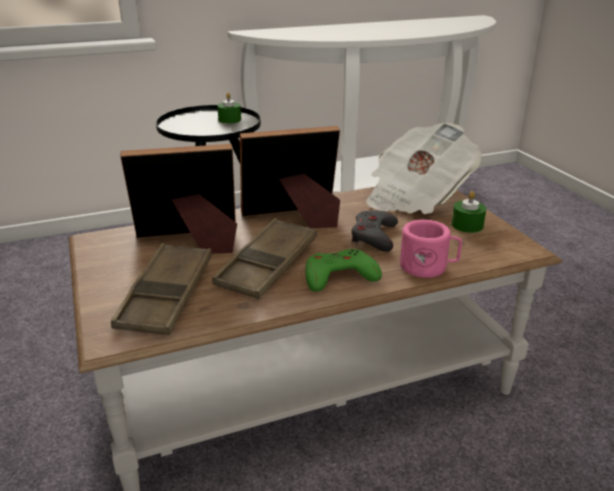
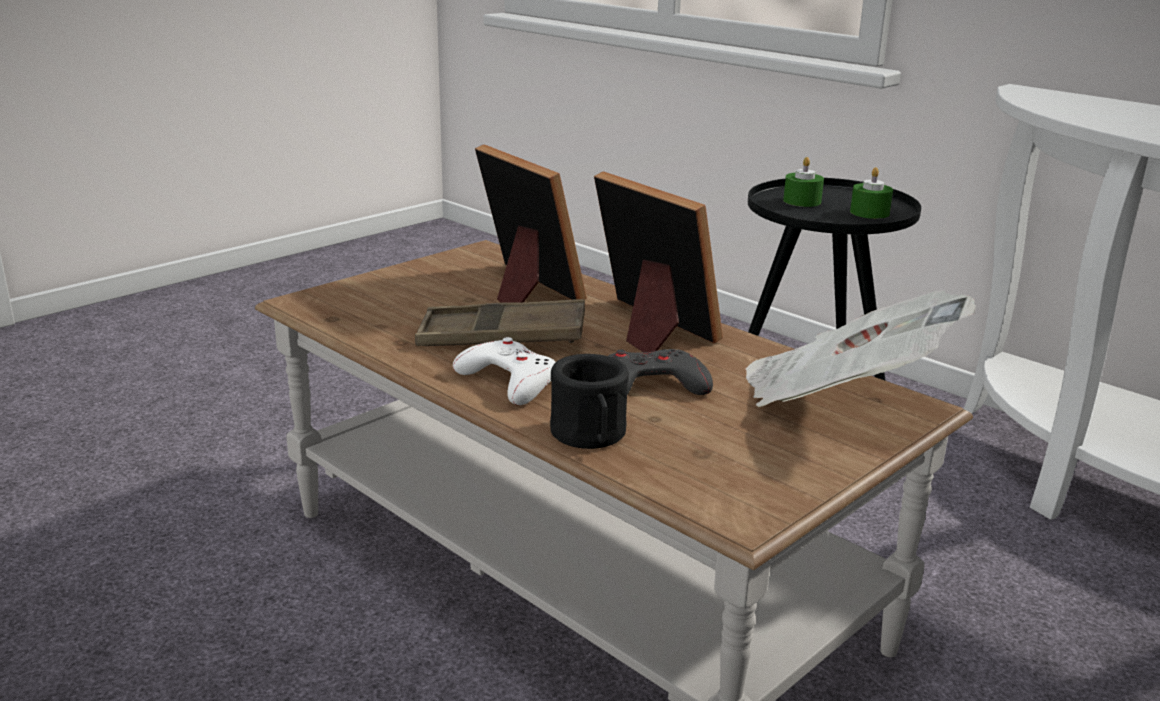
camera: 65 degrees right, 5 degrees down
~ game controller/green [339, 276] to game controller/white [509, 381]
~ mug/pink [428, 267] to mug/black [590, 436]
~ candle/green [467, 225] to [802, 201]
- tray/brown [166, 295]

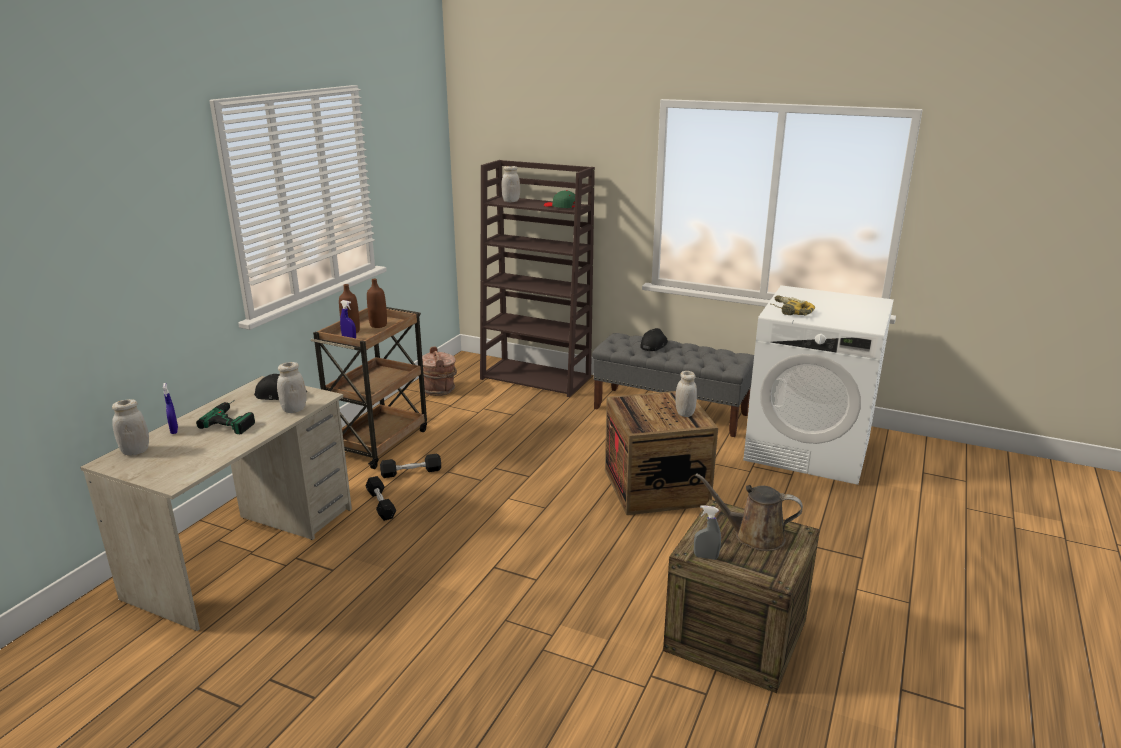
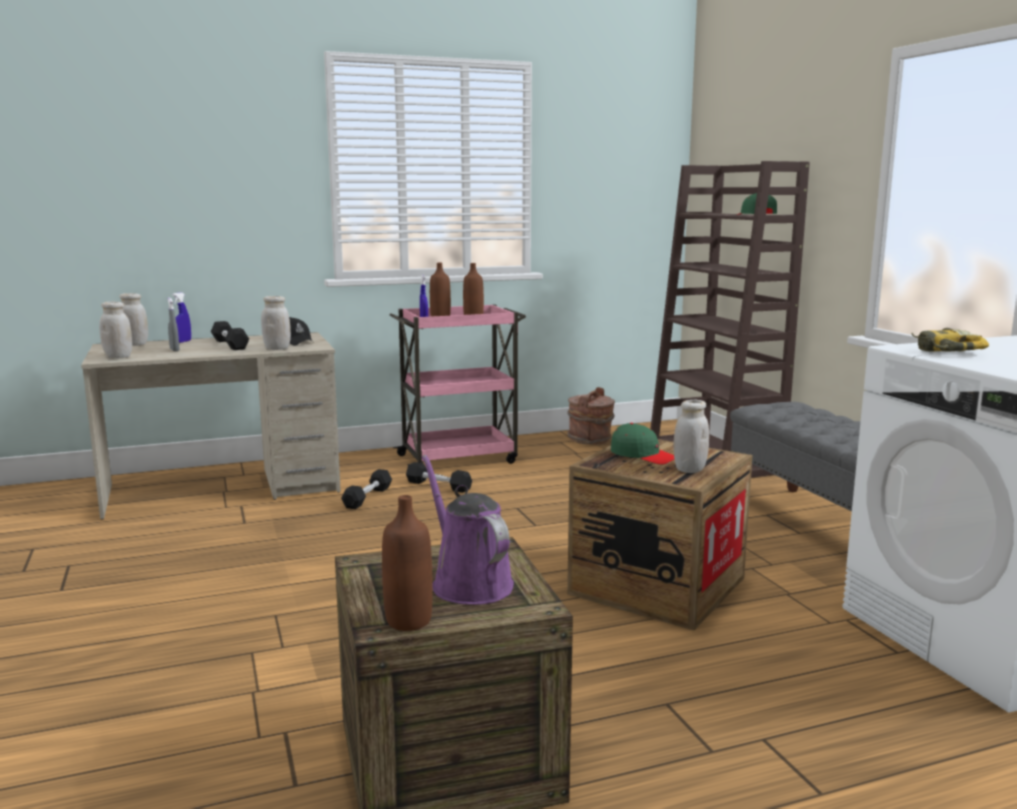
camera: 45 degrees right, 10 degrees down
~ jar/white [511, 201] to [118, 357]
~ spray bottle/grey [706, 557] to [174, 350]
~ power drill [235, 419] to dumbbell/black [230, 344]
+ bottle/brown [408, 621]
~ cart/brown [380, 442] to cart/pink [459, 459]
~ watering can/brown [754, 536] to watering can/purple [468, 583]
+ cap/green [642, 455]
- cap/black [654, 345]

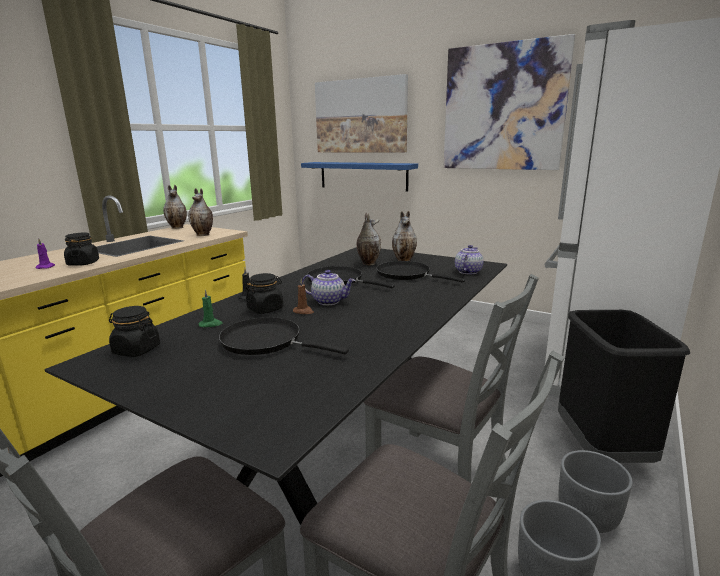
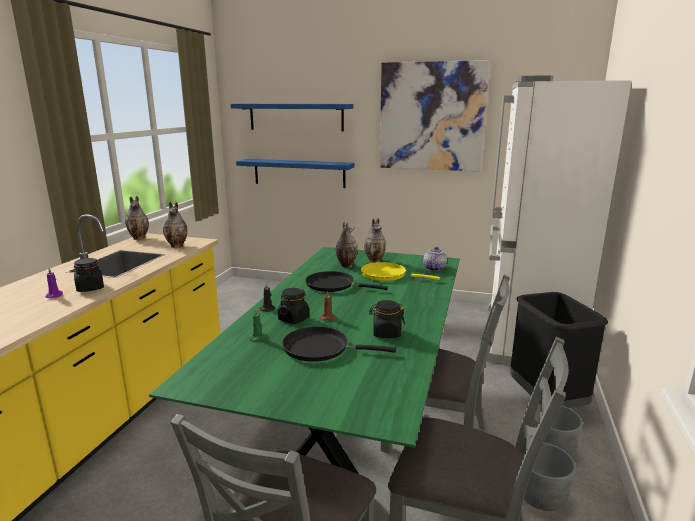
camera: 15 degrees left, 0 degrees up
~ dining table/black [344, 444] to dining table/green [350, 427]
~ picture [360, 116] to shelf/blue [296, 117]
~ frying pan/black [407, 274] to frying pan/yellow [387, 275]
~ jar/black [136, 350] to [386, 333]
- teapot [329, 301]

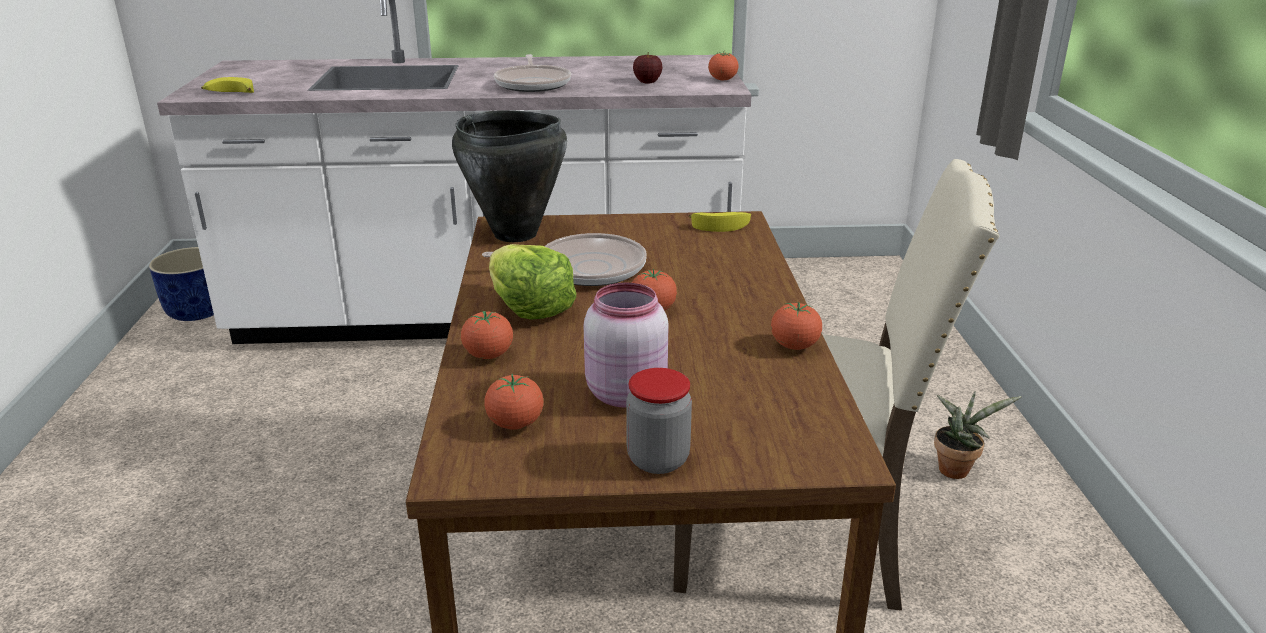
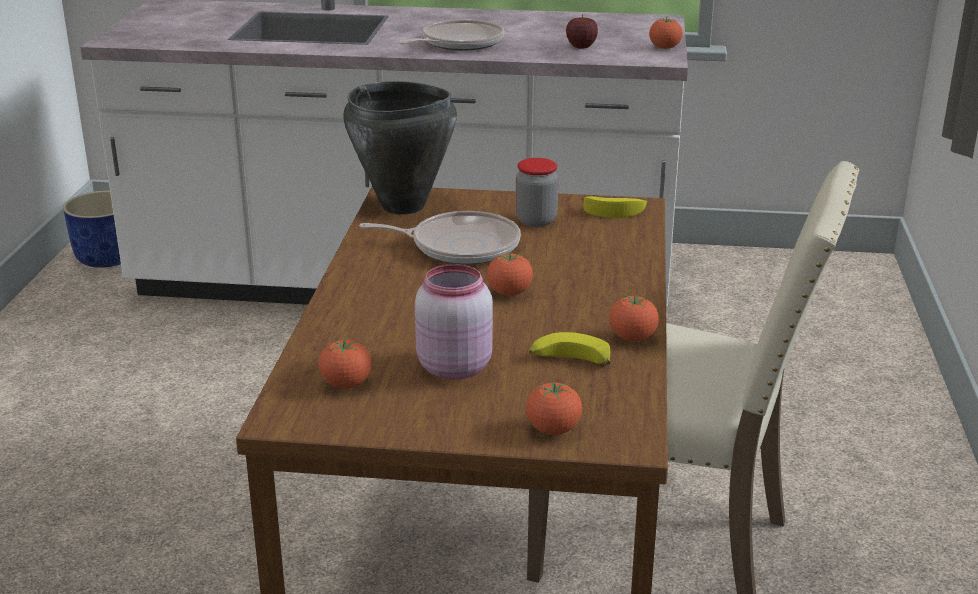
camera: 10 degrees right, 0 degrees up
~ frying pan [533, 84] = [459, 43] 135 degrees counterclockwise
~ jar [658, 460] to [536, 220]
~ tomato [488, 355] to [553, 430]
~ banana [229, 93] to [569, 361]
- lettuce [529, 308]
- potted plant [956, 469]

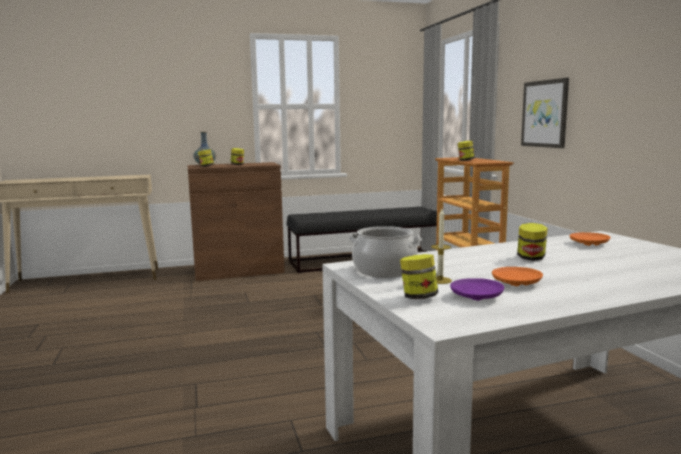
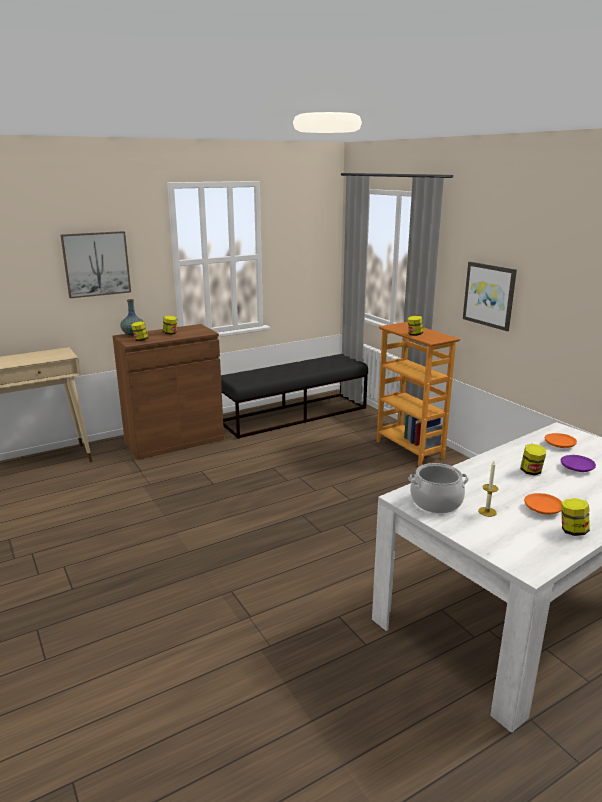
camera: 15 degrees left, 10 degrees up
+ picture [96, 264]
~ plate/purple [476, 297] to [576, 468]
~ jar [418, 297] to [572, 531]

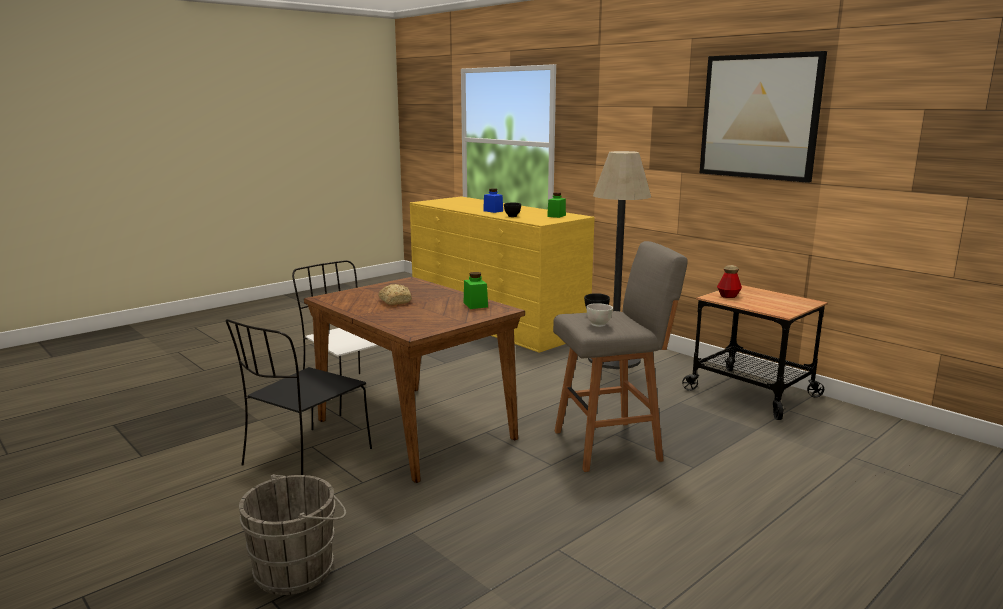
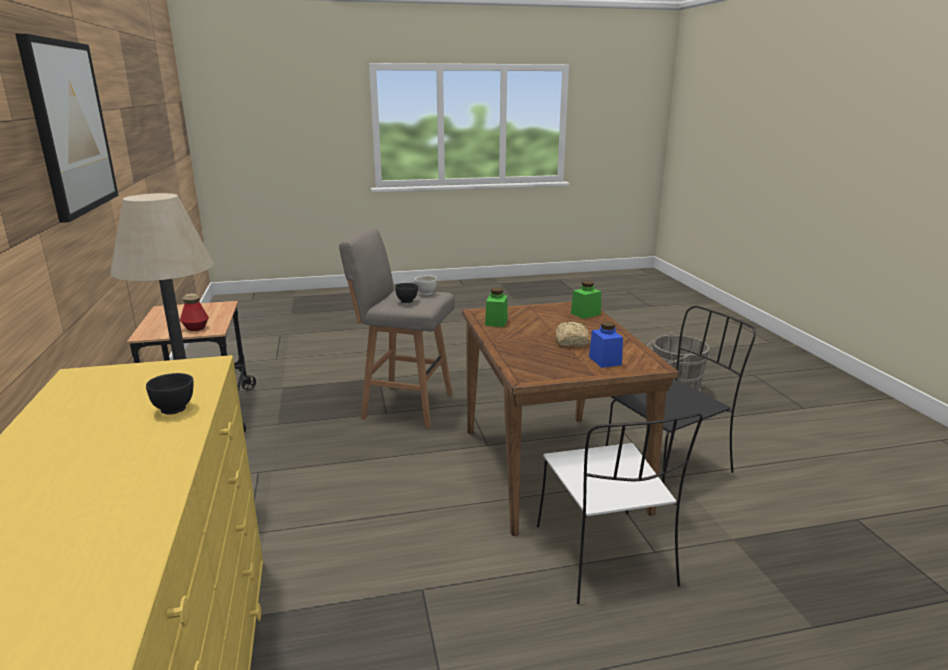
camera: 150 degrees left, 5 degrees up
~ jar/green [556, 216] to [585, 314]
~ jar/blue [493, 211] to [605, 361]

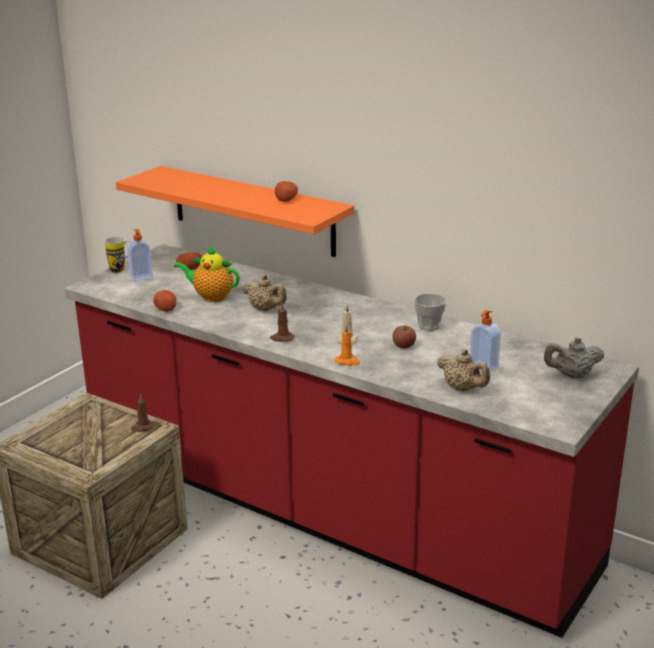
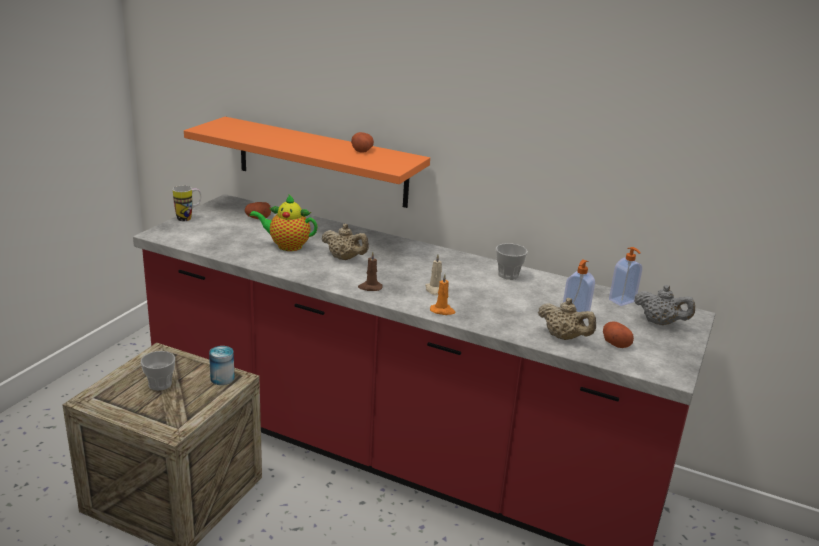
camera: 10 degrees left, 0 degrees up
+ cup [160, 384]
~ candle/brown [142, 427] to can [222, 378]
~ potato [165, 308] to [615, 343]
~ soap dispenser [141, 277] to [622, 301]
~ teapot/grey [572, 375] = [660, 323] 135 degrees counterclockwise
- apple [404, 345]

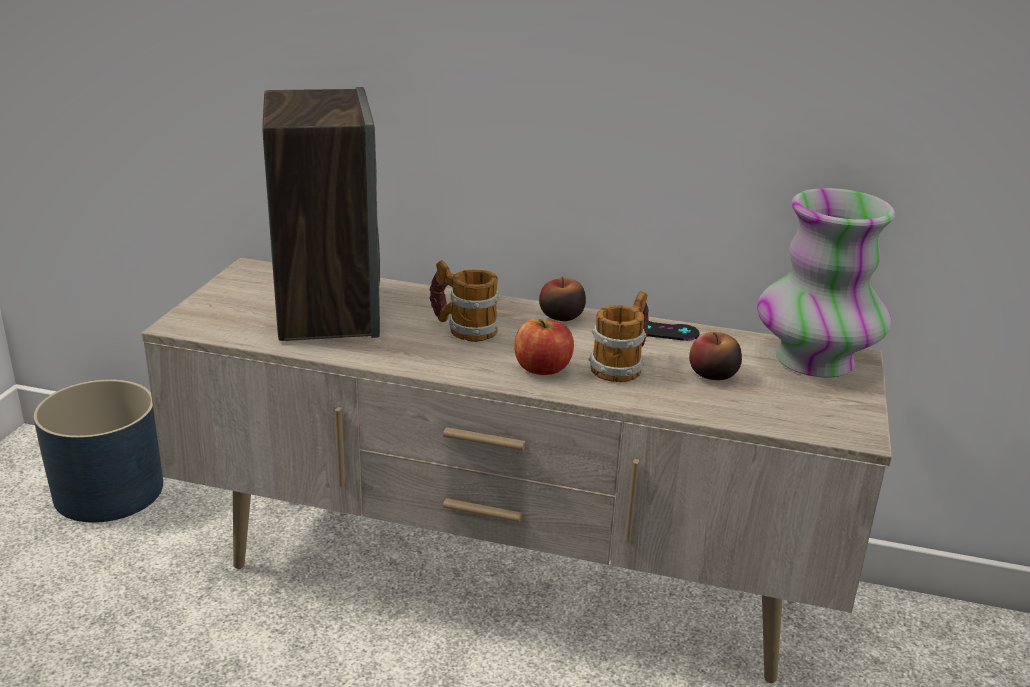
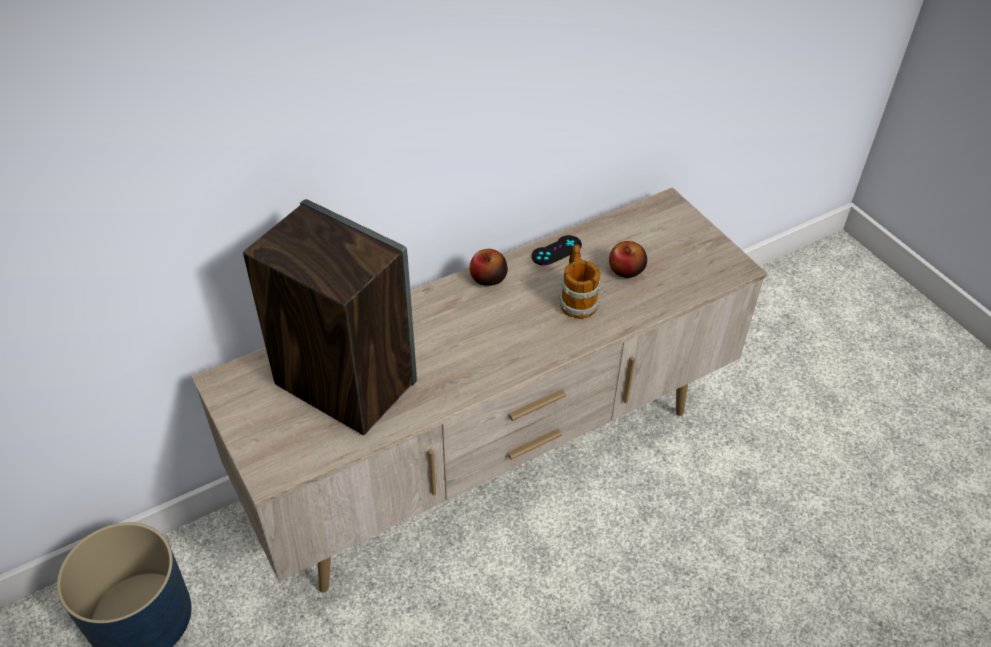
camera: 45 degrees left, 20 degrees up
- mug [463, 328]
- apple [542, 368]
- vase [814, 361]

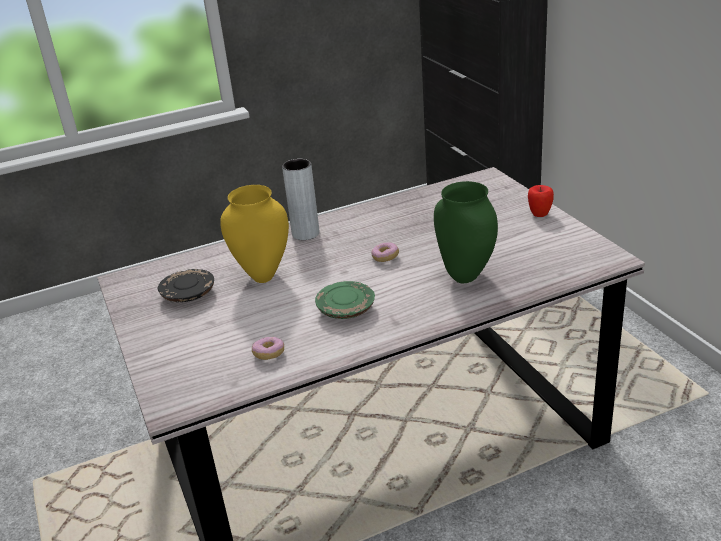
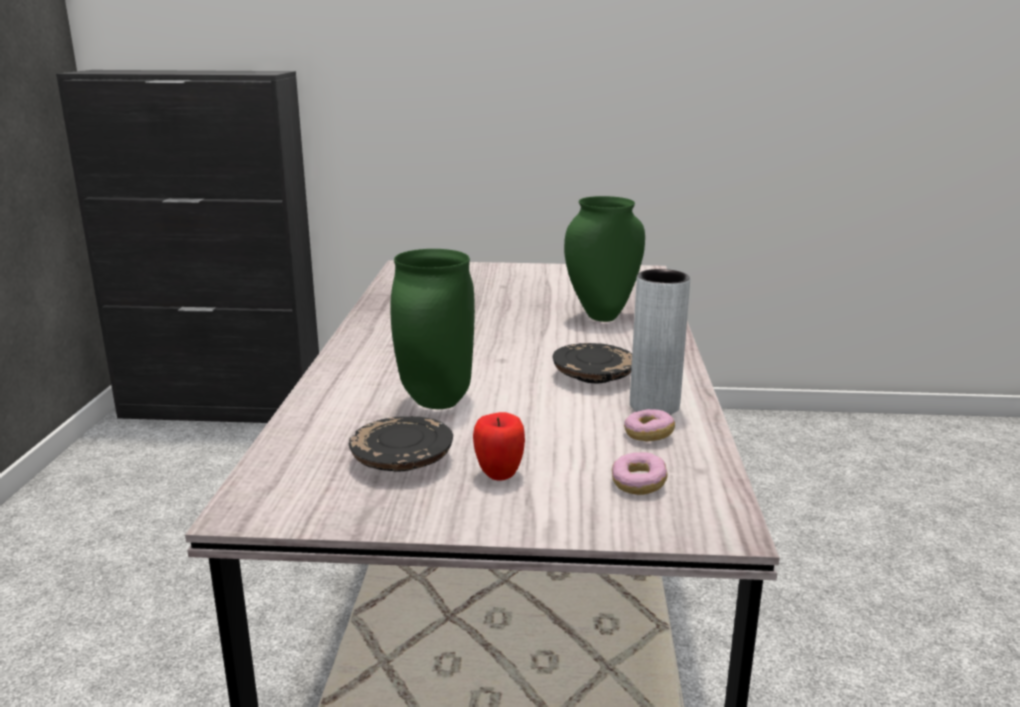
camera: 65 degrees left, 10 degrees down
~ vase/yellow [263, 275] to vase/green [434, 401]
~ apple [540, 214] to [499, 474]
~ plate/green [346, 309] to plate/black [593, 376]
~ donut [385, 257] to [638, 484]
~ vase/grey [305, 233] to [654, 406]

